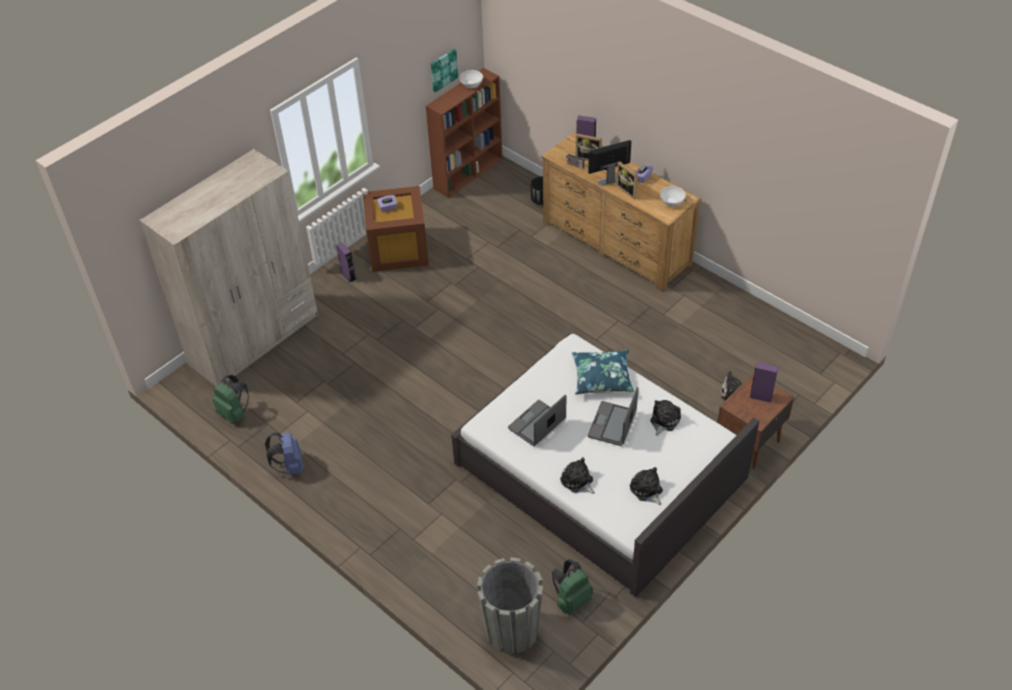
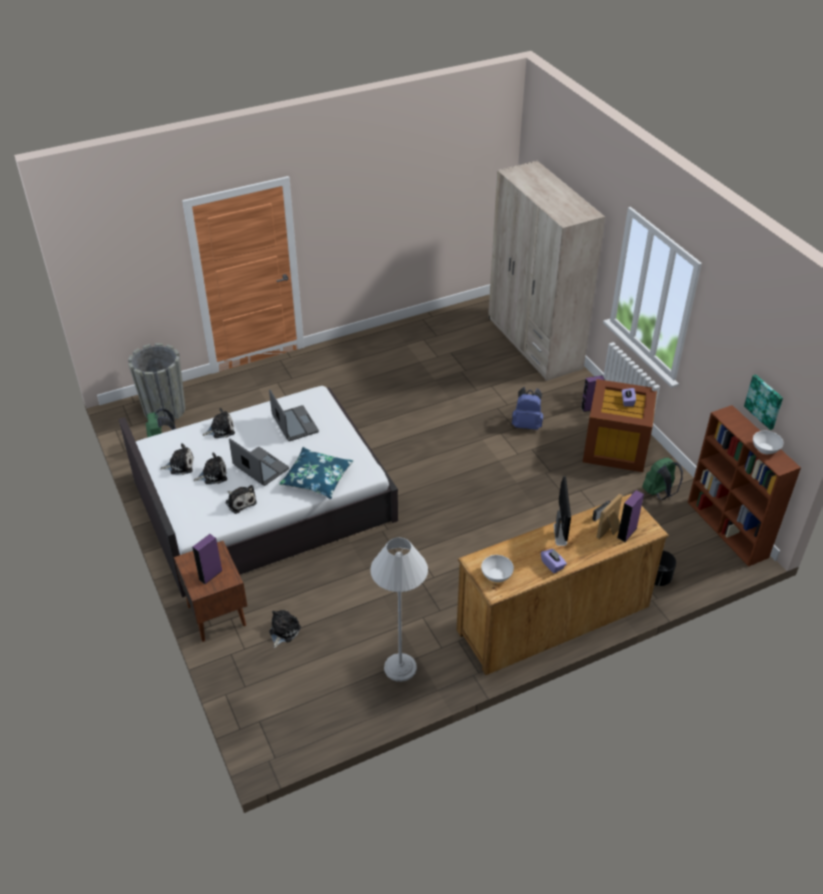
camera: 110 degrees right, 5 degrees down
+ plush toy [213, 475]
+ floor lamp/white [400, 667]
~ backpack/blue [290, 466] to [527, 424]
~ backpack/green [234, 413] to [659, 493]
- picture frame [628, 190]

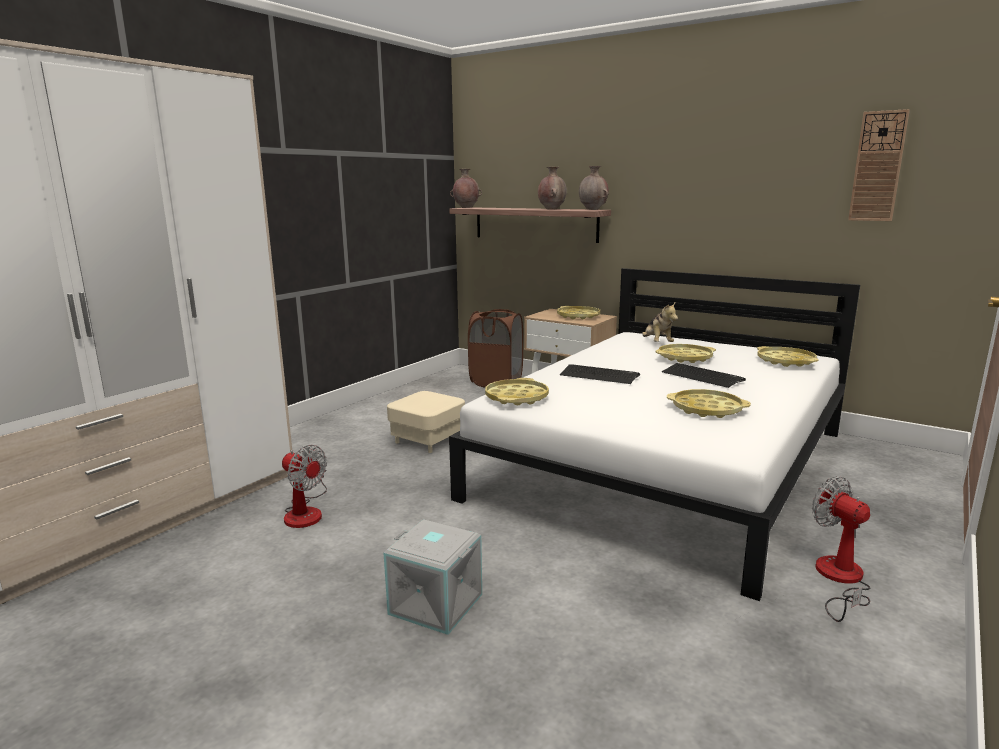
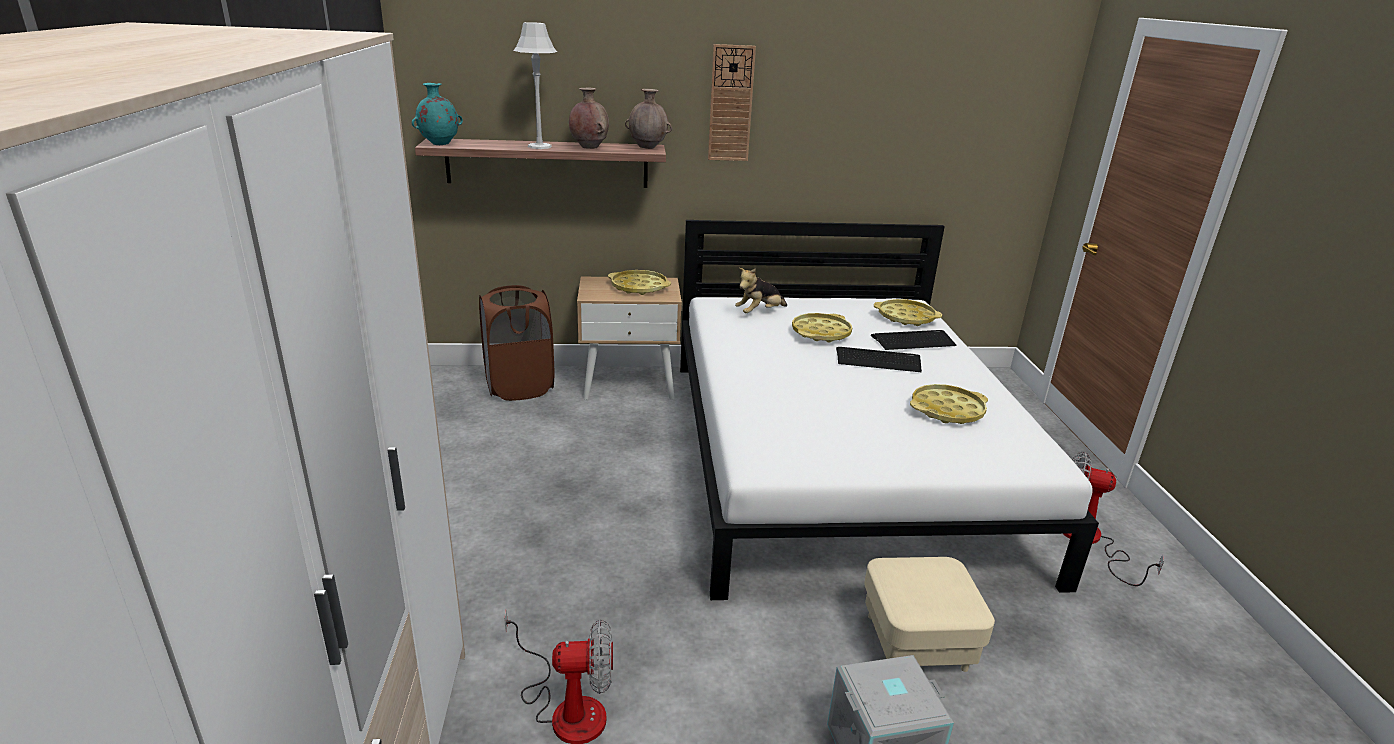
camera: 40 degrees left, 10 degrees up
~ vase/brown [466, 208] to vase/turquoise [439, 144]
+ table lamp/grey [539, 146]
~ wall clock [878, 166] to [731, 104]
~ plush toy [657, 343] = [759, 313] 105 degrees clockwise
~ ottoman/beige [427, 440] to [917, 642]
~ keyboard [599, 375] to [913, 341]
- tray/yellow [516, 397]

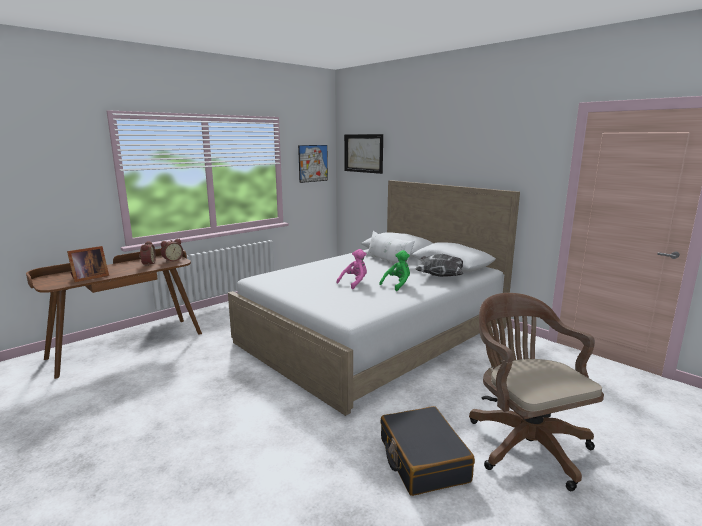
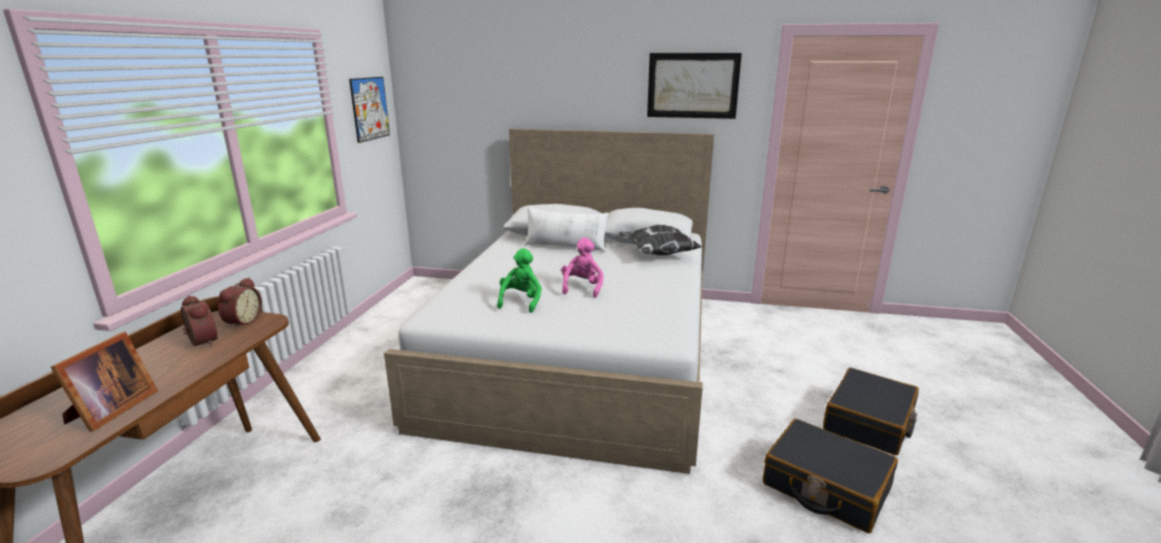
camera: 35 degrees left, 5 degrees up
~ plush toy/green [397, 285] to [521, 302]
~ picture [363, 153] to [692, 85]
~ office chair/brown [524, 442] to suitcase/black [869, 422]

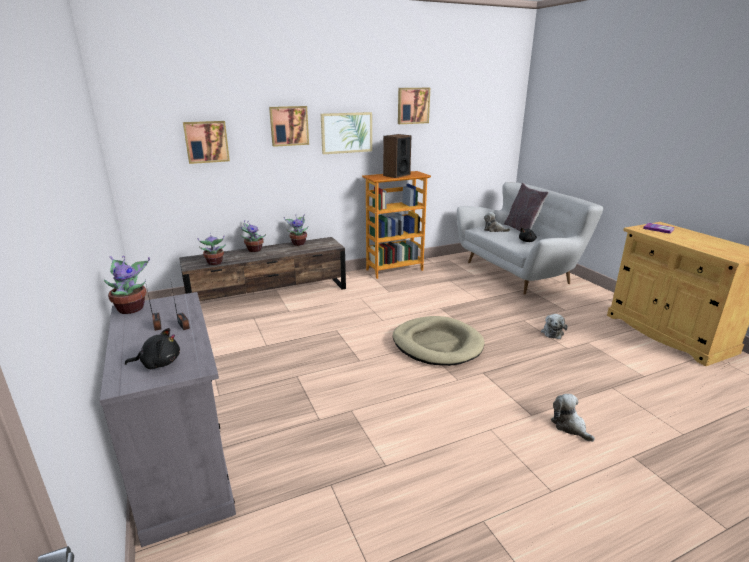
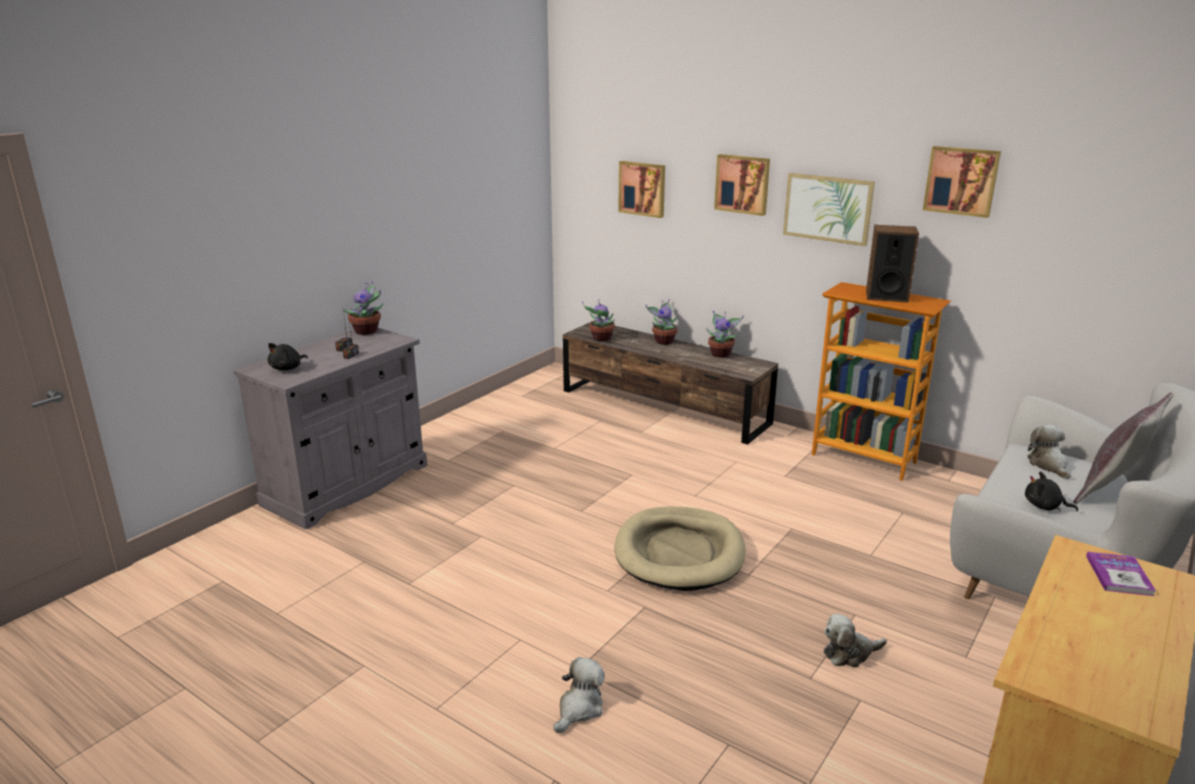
camera: 60 degrees right, 0 degrees up
~ plush toy/black [159, 363] = [287, 368] 75 degrees clockwise

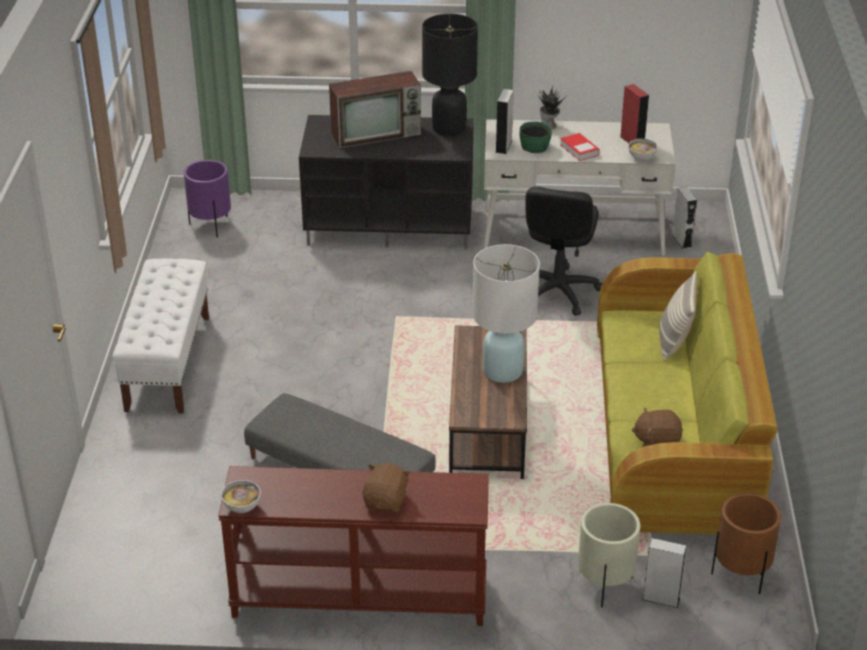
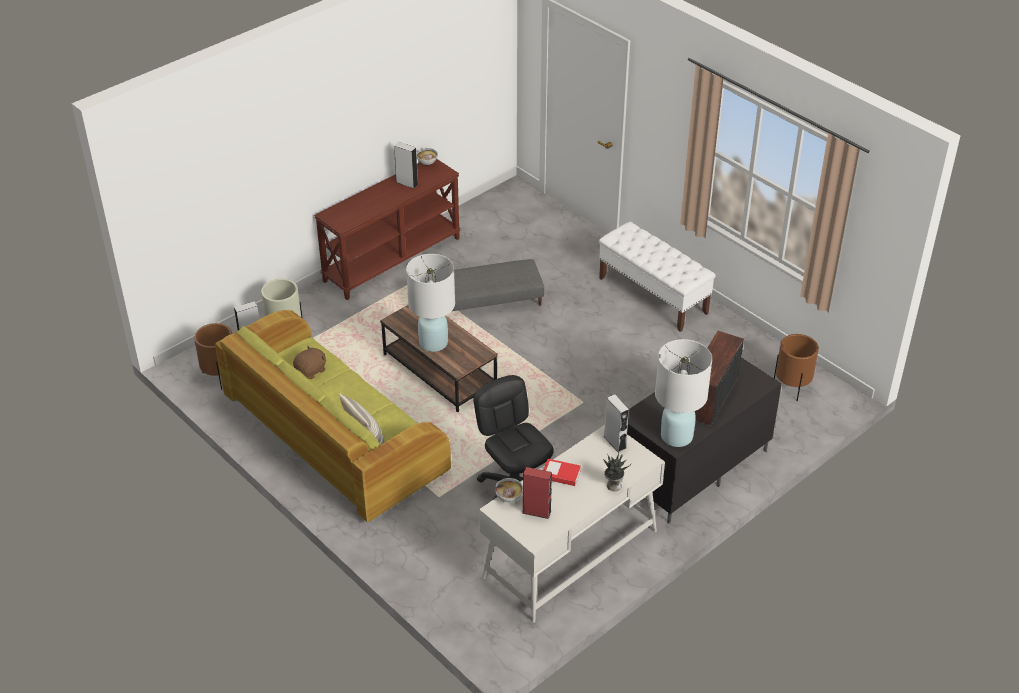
camera: 135 degrees right, 5 degrees up
~ speaker/grey [681, 240] to [407, 183]
~ table lamp/black [449, 128] to table lamp/white [676, 436]
~ planter/purple [211, 226] to planter/brown [791, 387]
- plush toy/brown [386, 501]
- bowl/green [535, 147]

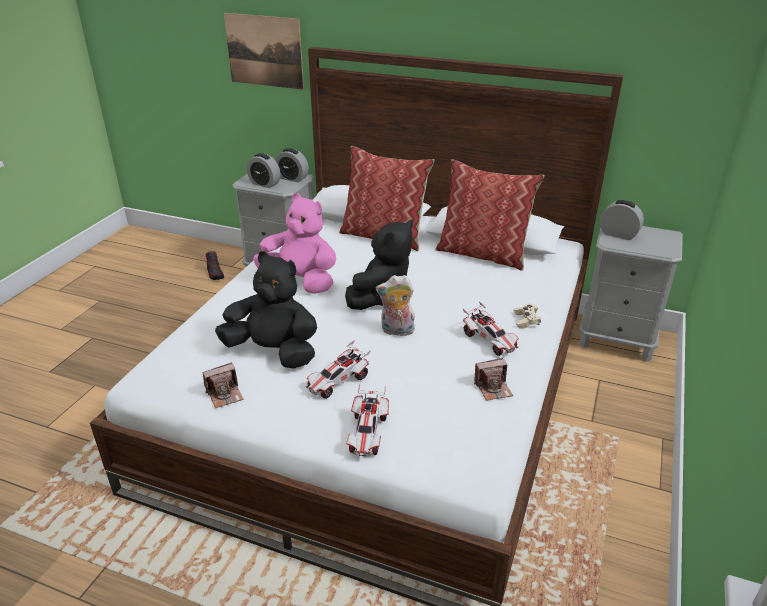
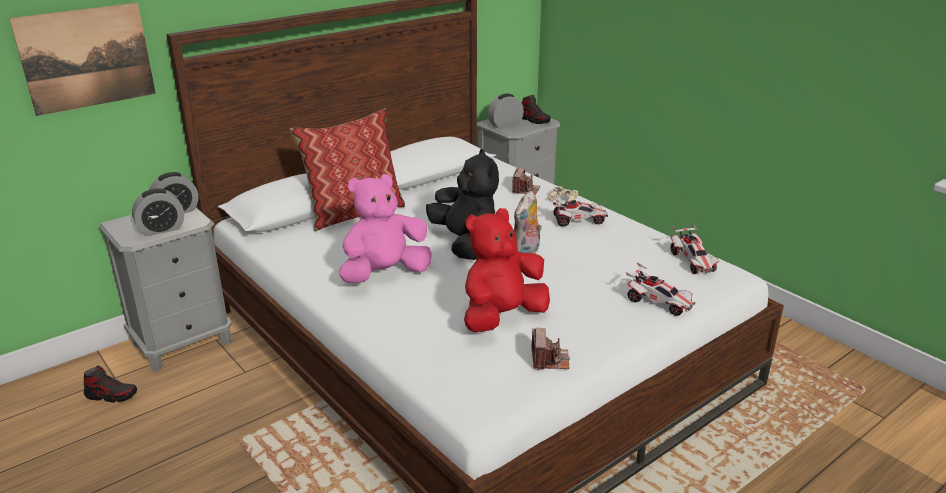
camera: 60 degrees left, 5 degrees down
~ plush toy/black [273, 351] to plush toy/red [502, 317]
~ photo camera [493, 388] to [525, 190]
+ shoe [534, 120]
~ toy car [338, 382] to [693, 262]
- pillow [483, 254]

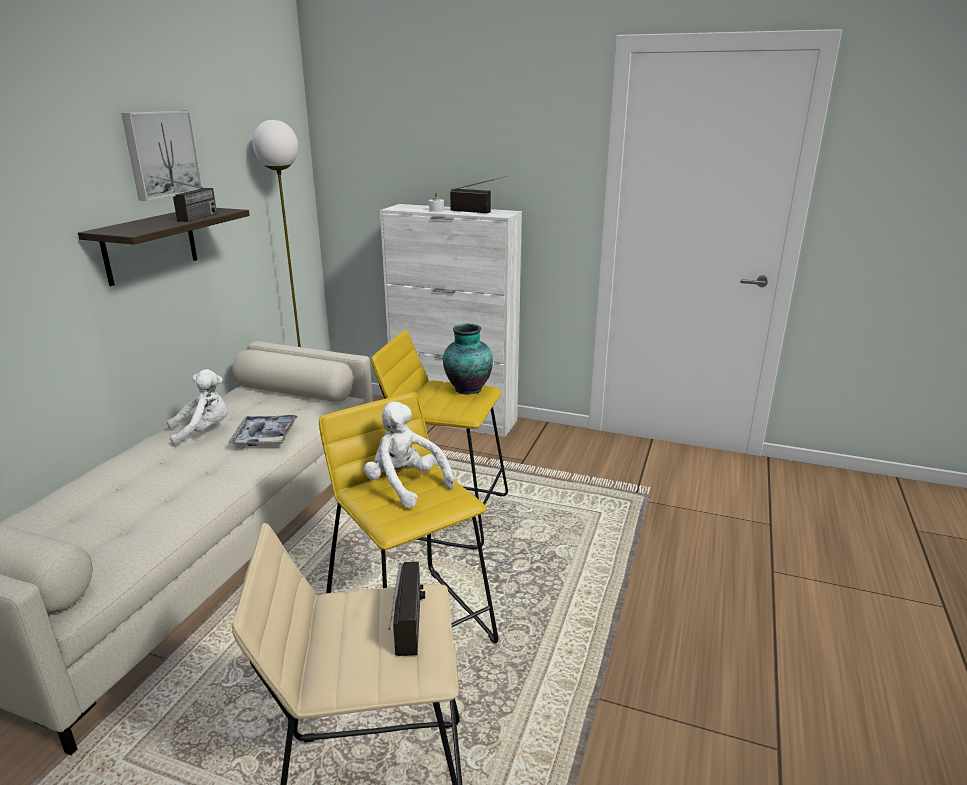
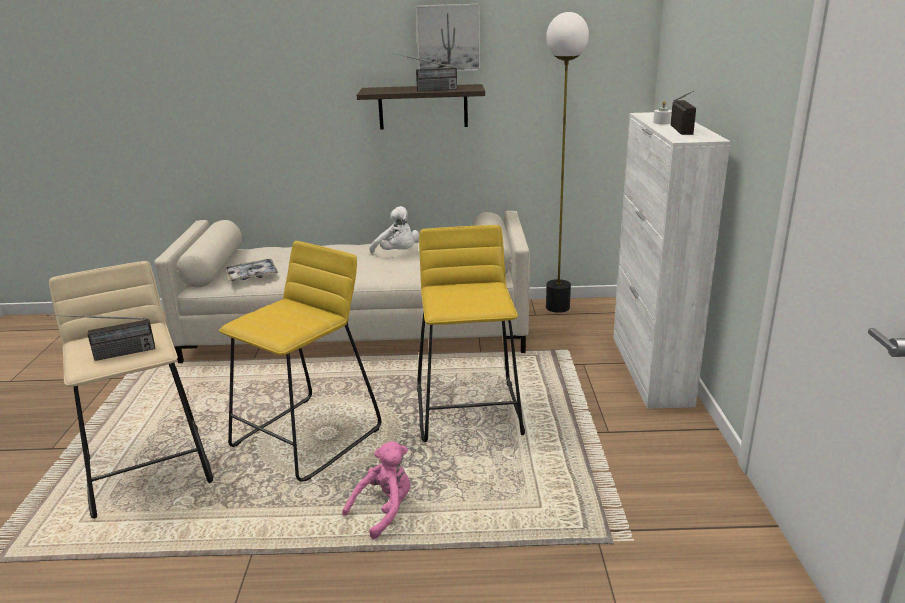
camera: 70 degrees right, 0 degrees up
~ tray [265, 436] to [252, 275]
+ plush toy/pink [384, 510]
- plush toy/white [405, 485]
- vase [467, 389]

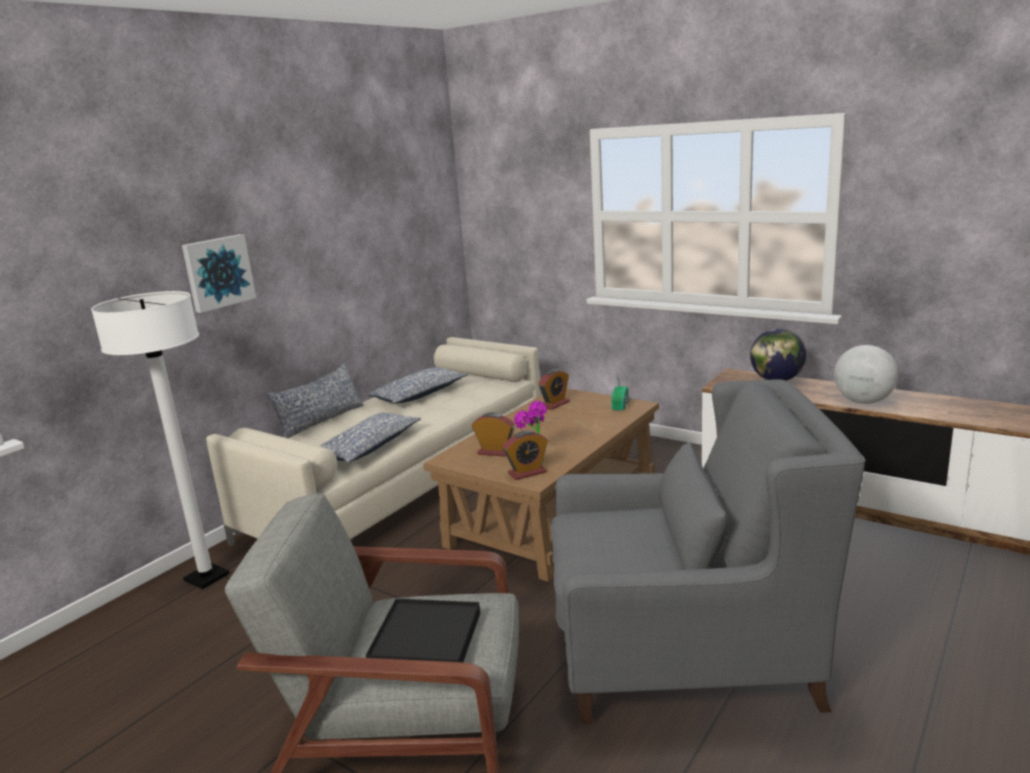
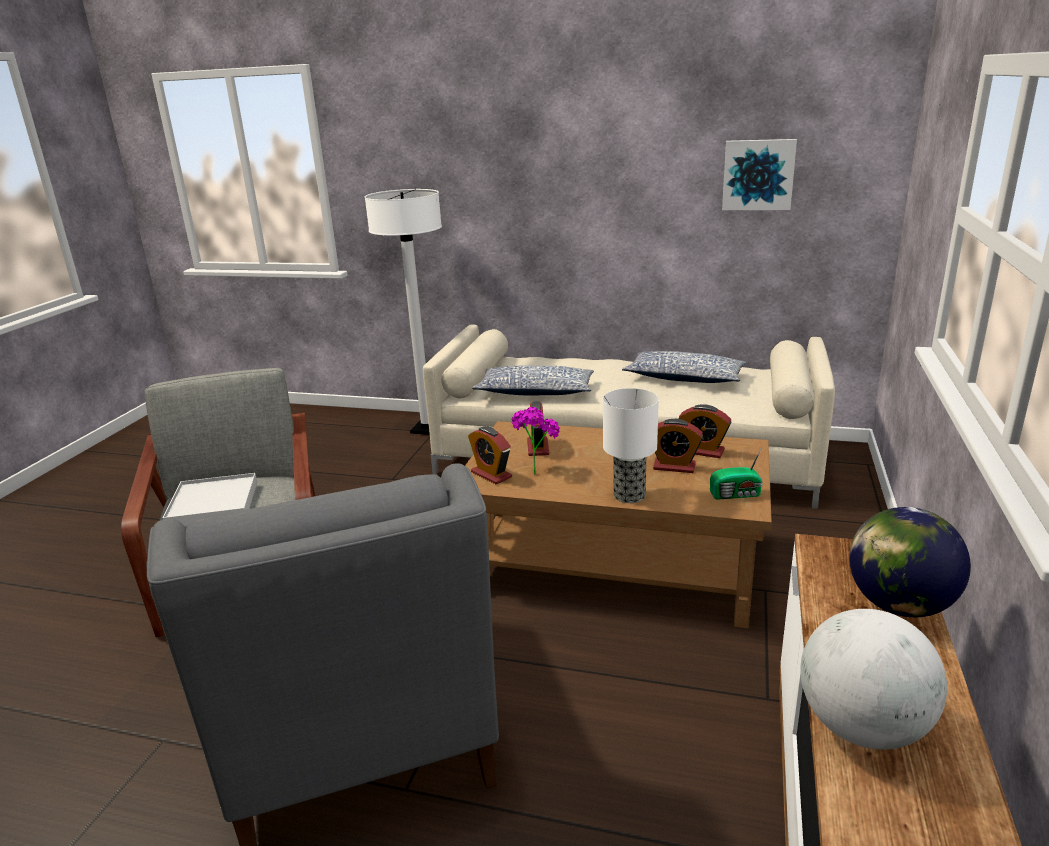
camera: 70 degrees right, 5 degrees up
~ tray/black [426, 639] to tray/white [213, 504]
+ table lamp [630, 495]
+ alarm clock [674, 466]
~ picture [218, 272] to [758, 175]
- pillow [320, 421]

